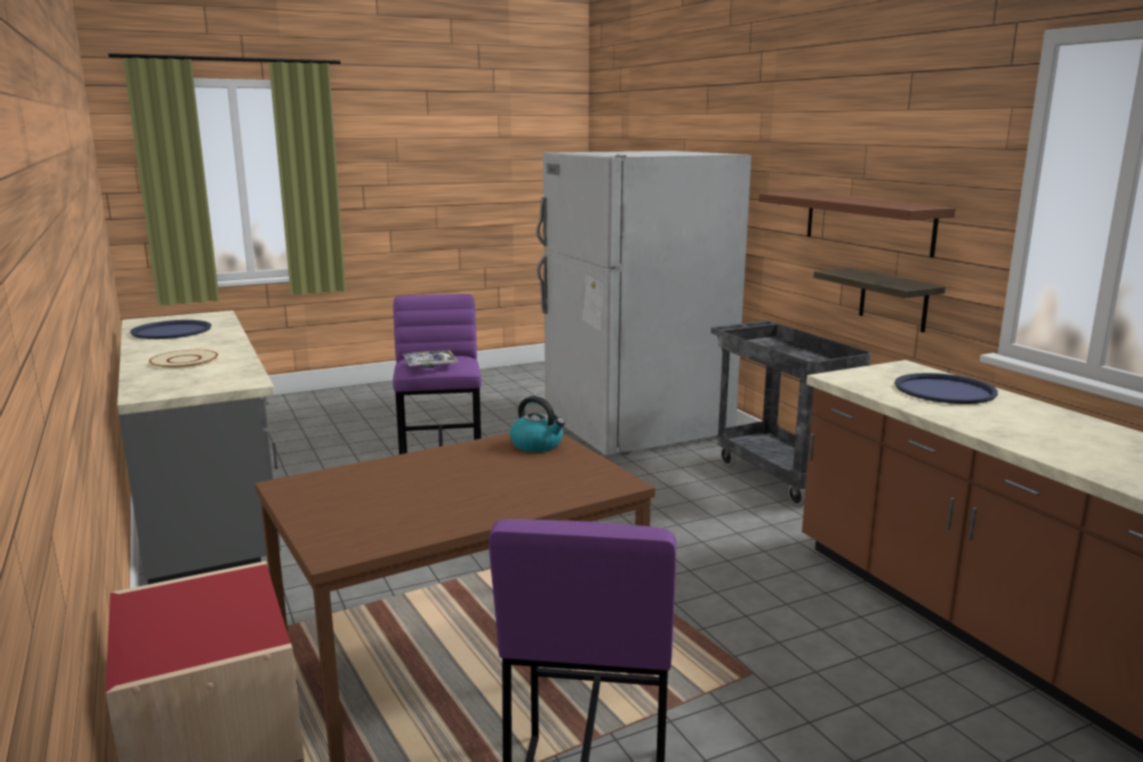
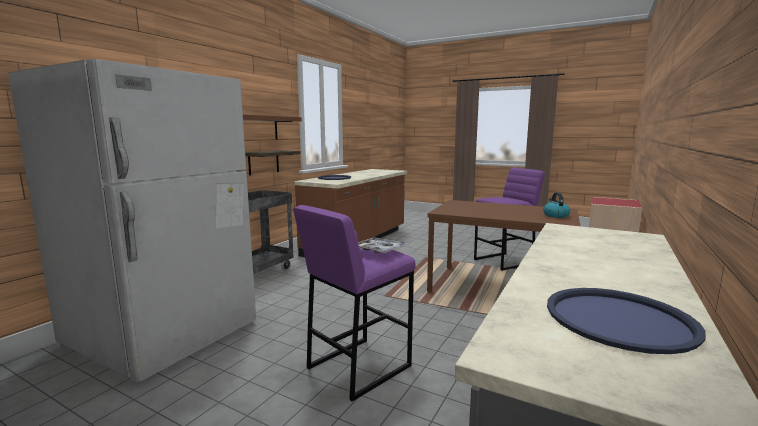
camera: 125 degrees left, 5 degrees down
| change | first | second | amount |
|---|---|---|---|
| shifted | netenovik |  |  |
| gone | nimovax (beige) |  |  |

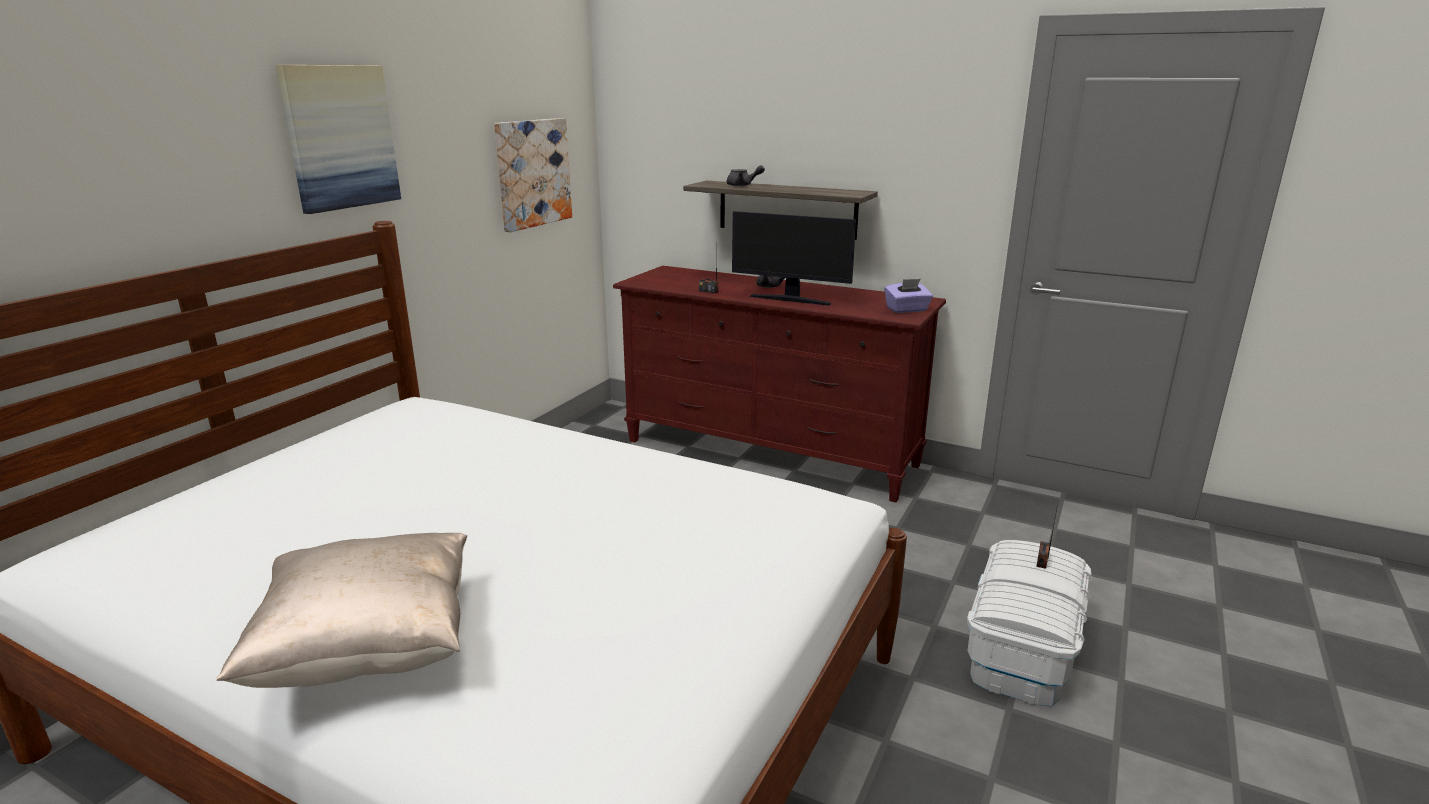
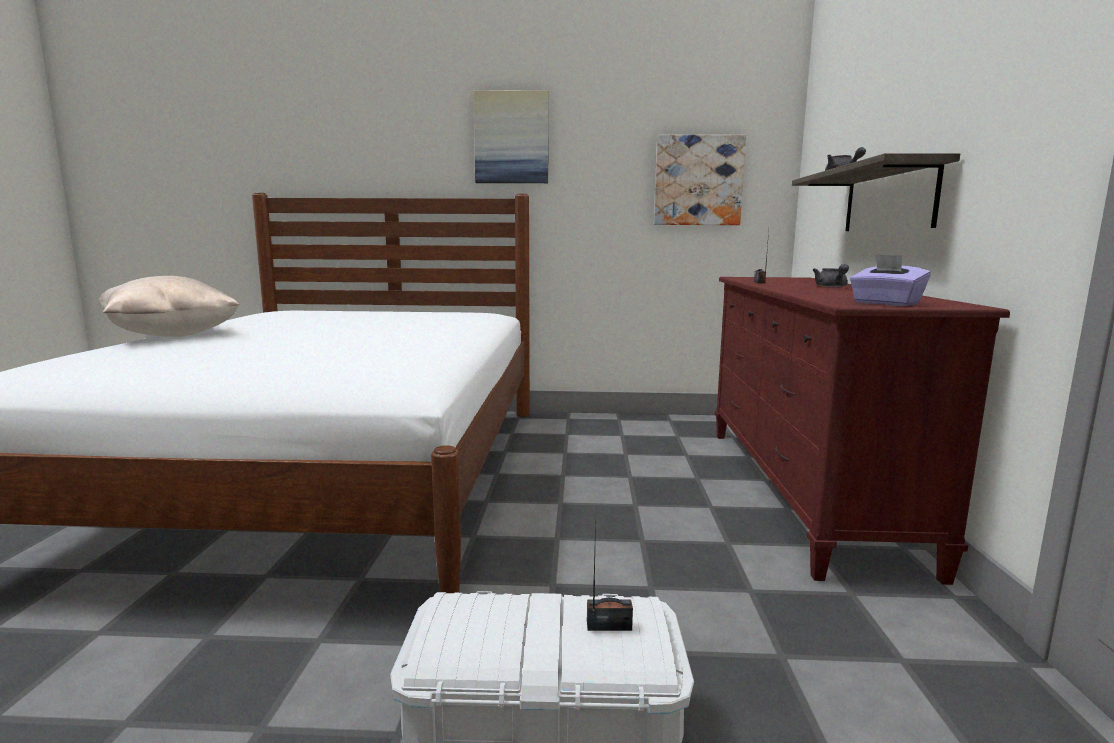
camera: 65 degrees right, 10 degrees down
| change | first | second | amount |
|---|---|---|---|
| gone | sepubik |  |  |

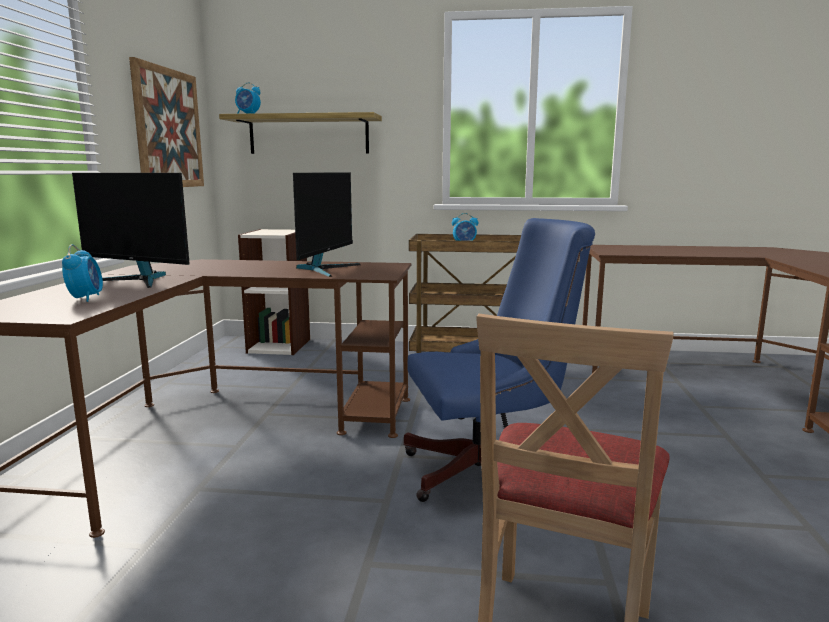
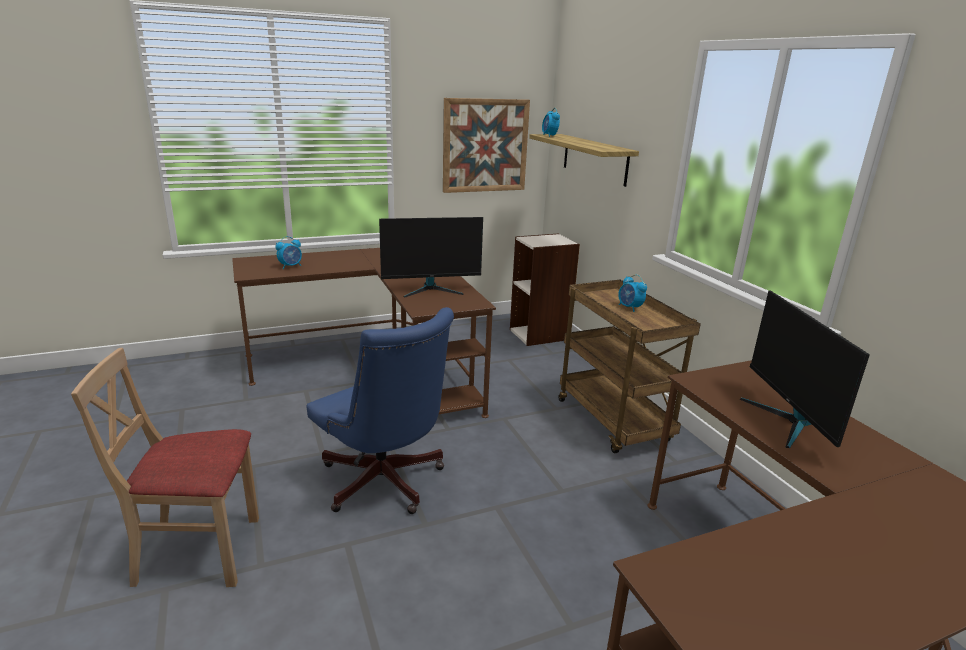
camera: 60 degrees right, 10 degrees up
| change | first | second | amount |
|---|---|---|---|
| shifted | sepubik (no. 1 from left in the first image) | sepubik (no. 2 from left) |  |

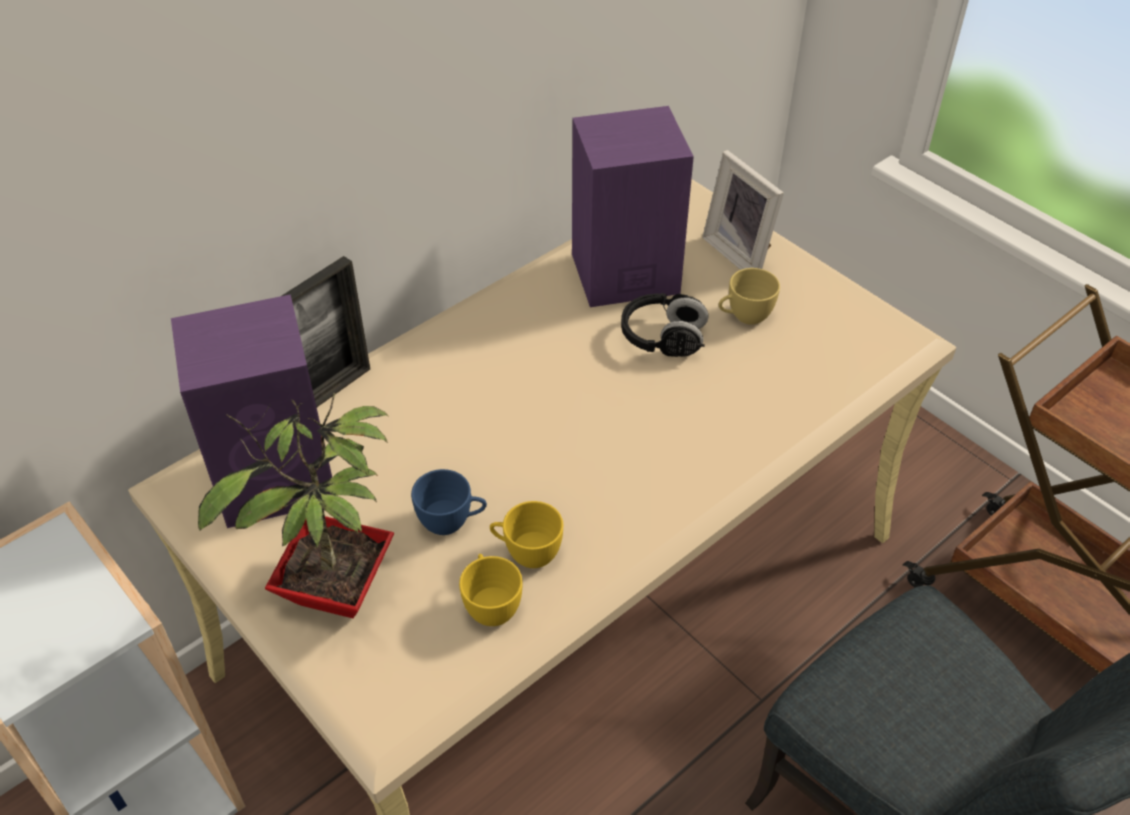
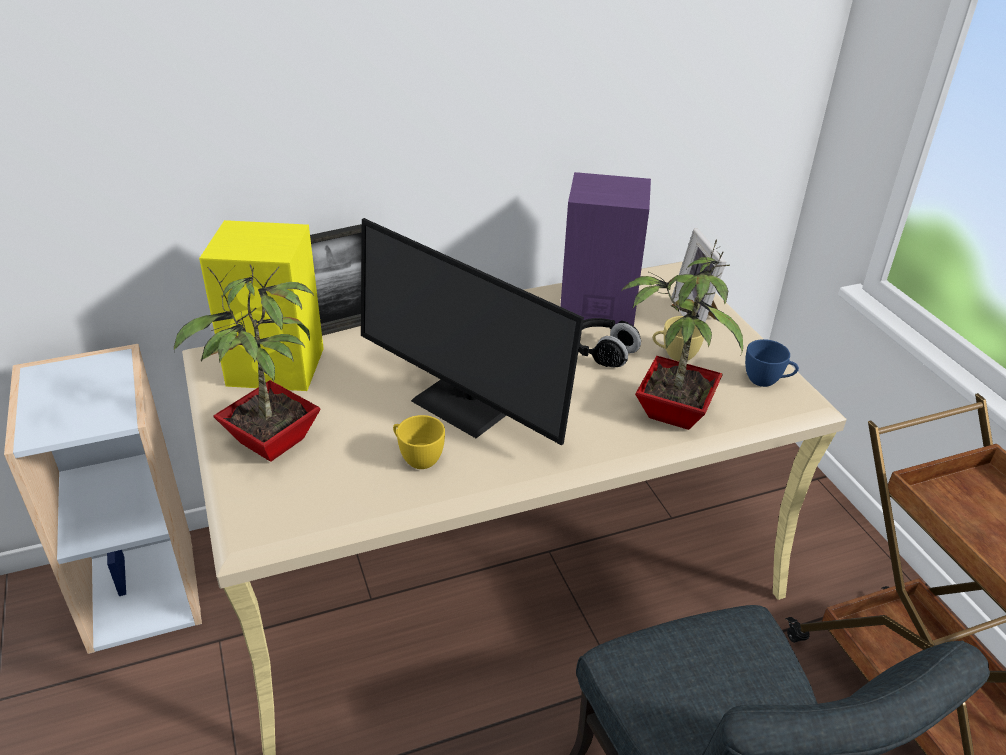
camera: 20 degrees right, 10 degrees down
| change | first | second | amount |
|---|---|---|---|
| repainted | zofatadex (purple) (no. 1 from left) | zofatadex (yellow) |  |
| new |  | sepubik |  |
| new |  | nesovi (no. 2 from left) |  |
| shifted | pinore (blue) |  |  |
| gone | pinore (yellow) (no. 1 from left) |  |  |

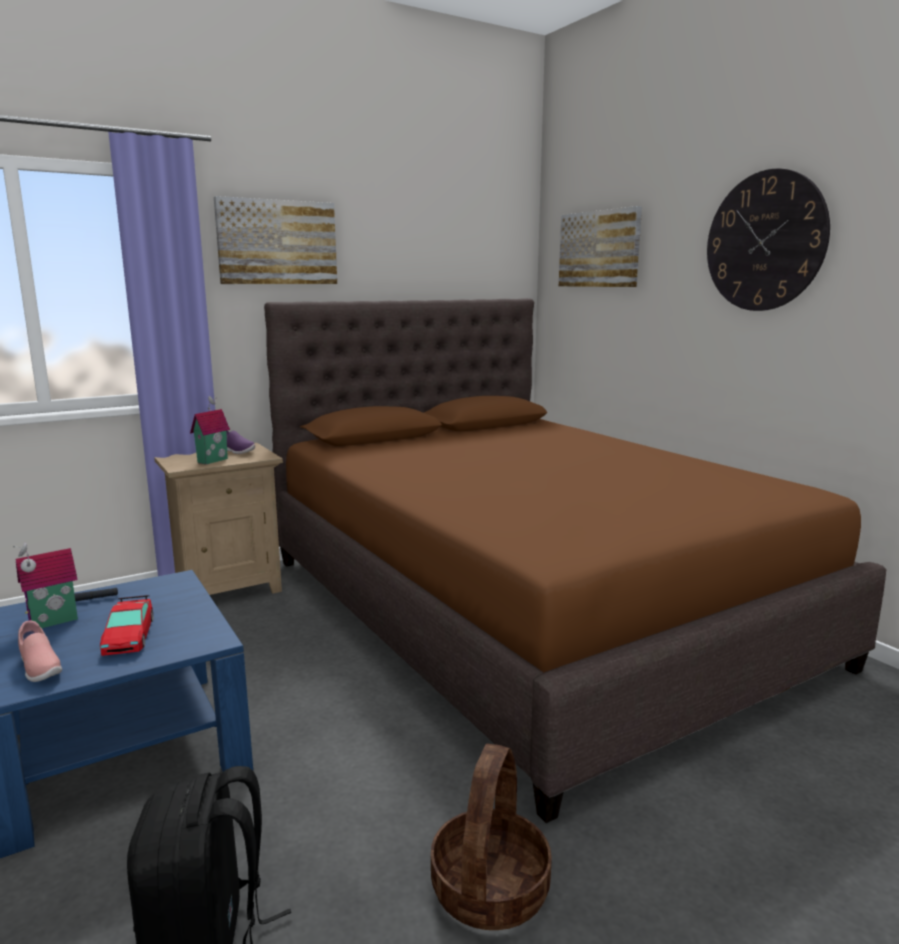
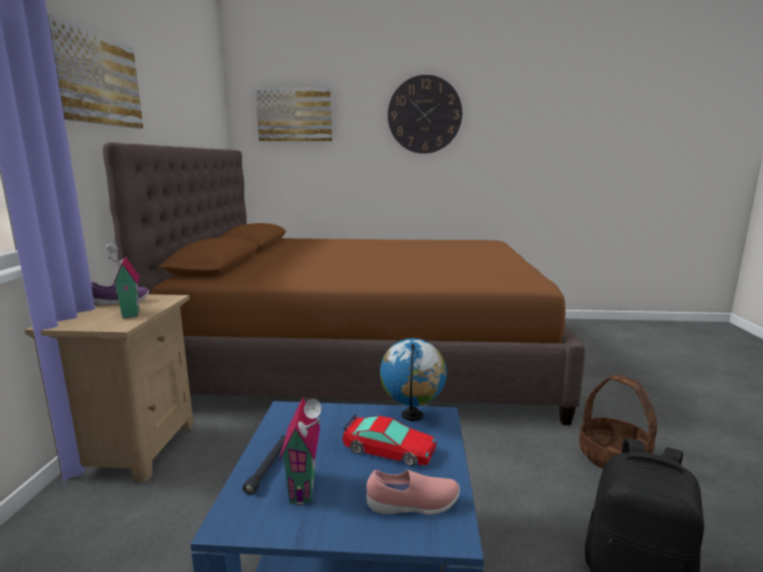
camera: 55 degrees left, 0 degrees up
| change | first | second | amount |
|---|---|---|---|
| new |  | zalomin |  |

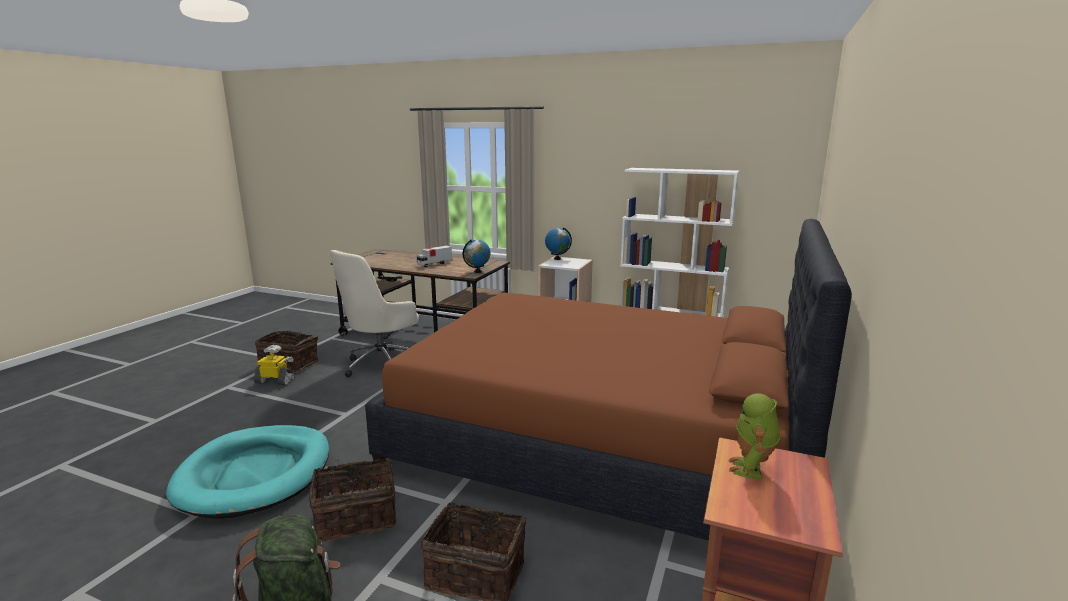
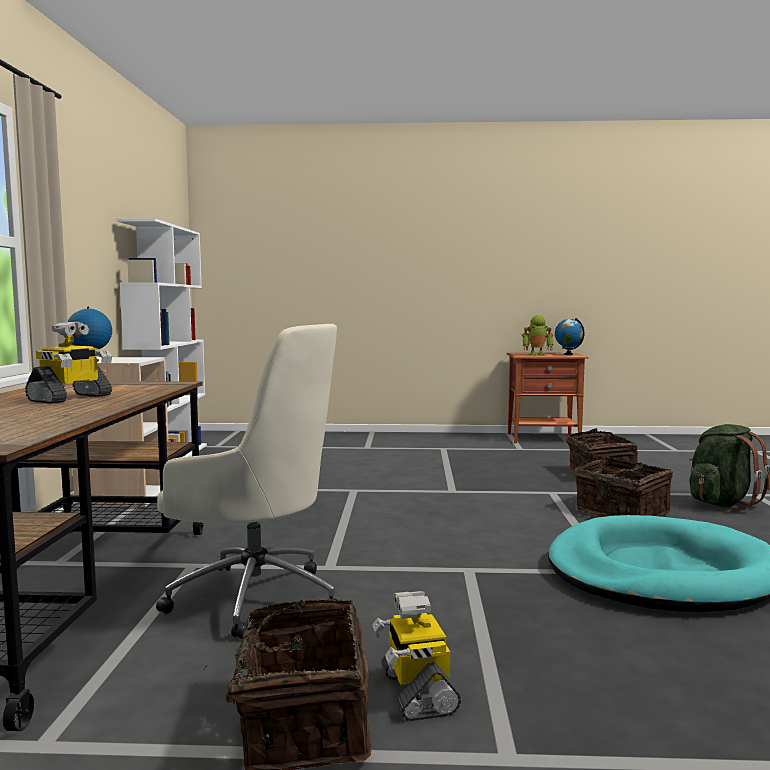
camera: 110 degrees left, 10 degrees down
| change | first | second | amount |
|---|---|---|---|
| swapped | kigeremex | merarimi (no. 1 from left) |  |
| shifted | zalomin (no. 1 from left in the first image) | zalomin (no. 2 from left) |  |
| gone | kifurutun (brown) |  |  |

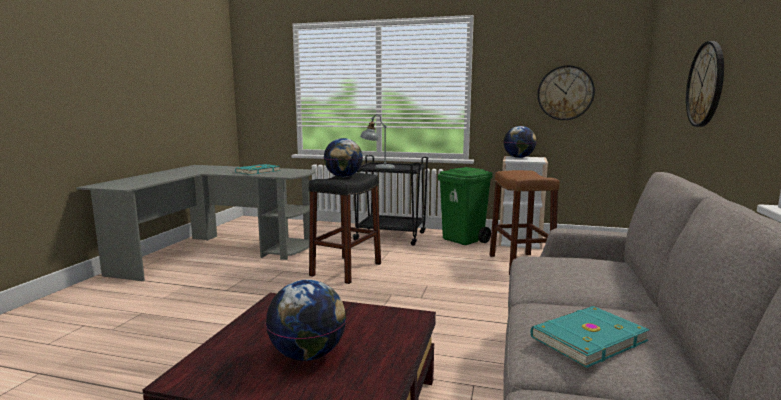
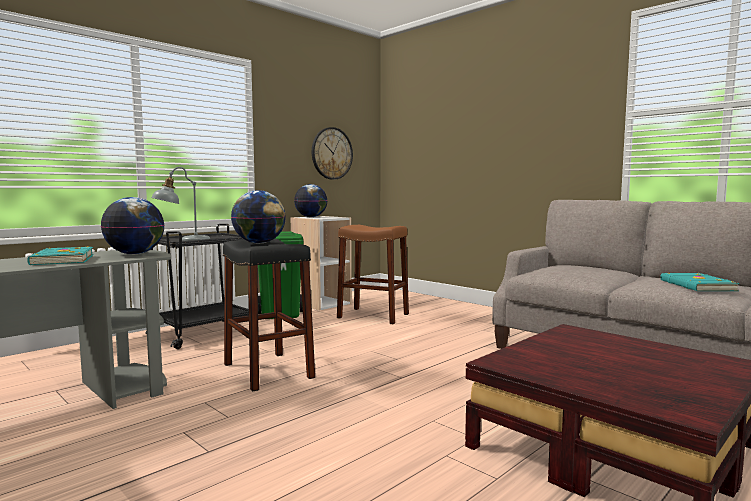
camera: 60 degrees left, 5 degrees down
| change | first | second | amount |
|---|---|---|---|
| shifted | zalomin (no. 1 from left) |  |  |
| gone | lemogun (no. 2 from left) |  |  |

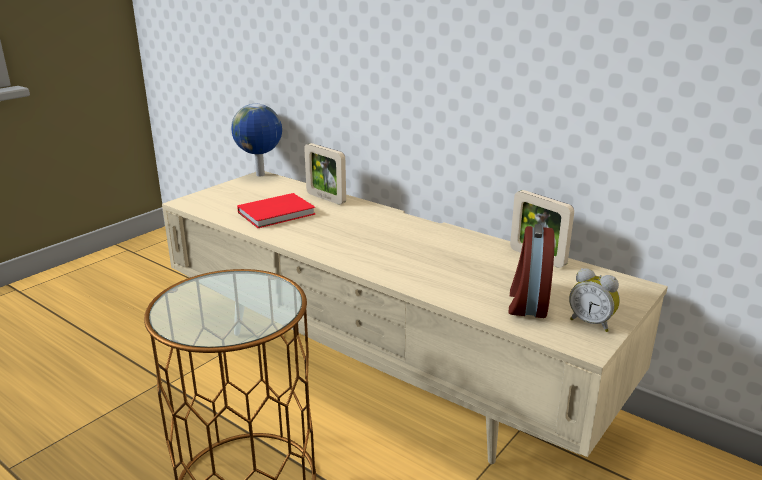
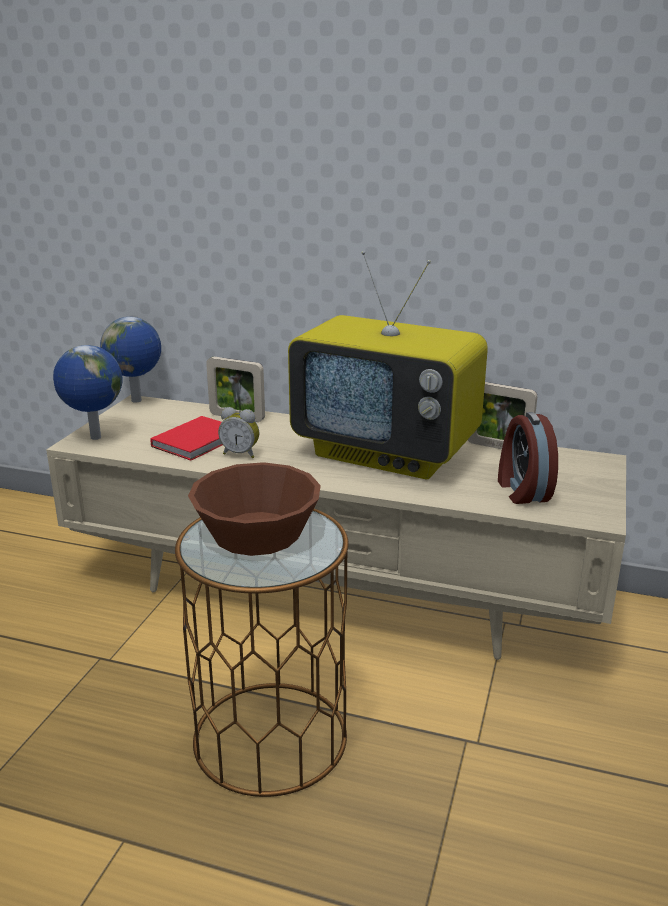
camera: 20 degrees left, 0 degrees up
| change | first | second | amount |
|---|---|---|---|
| new |  | zalomin (no. 1 from left) |  |
| new |  | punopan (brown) |  |
| shifted | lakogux (no. 2 from left in the first image) | lakogux (no. 1 from left) |  |
| new |  | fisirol |  |

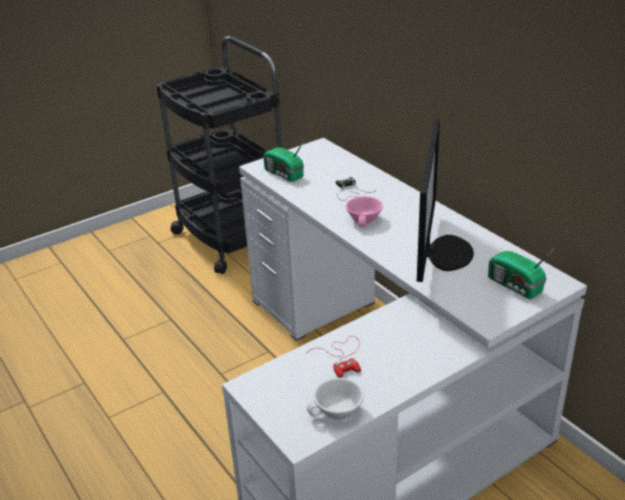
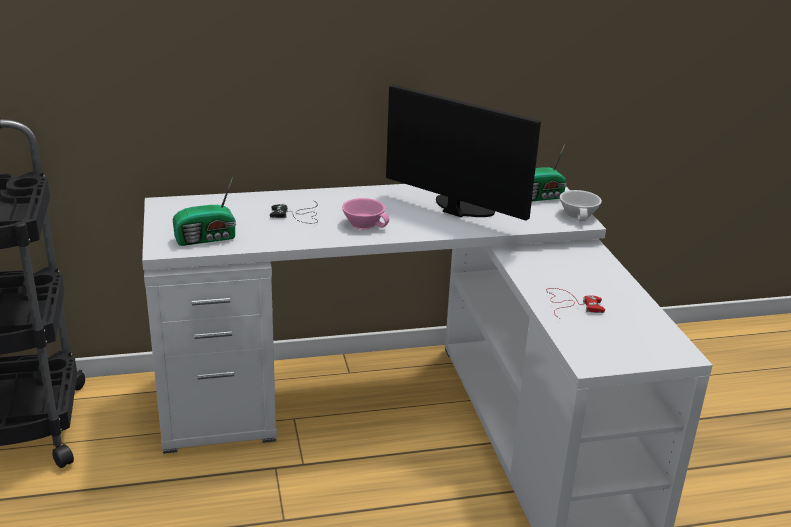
camera: 70 degrees left, 5 degrees down
| change | first | second | amount |
|---|---|---|---|
| shifted | pinore (white) |  |  |

